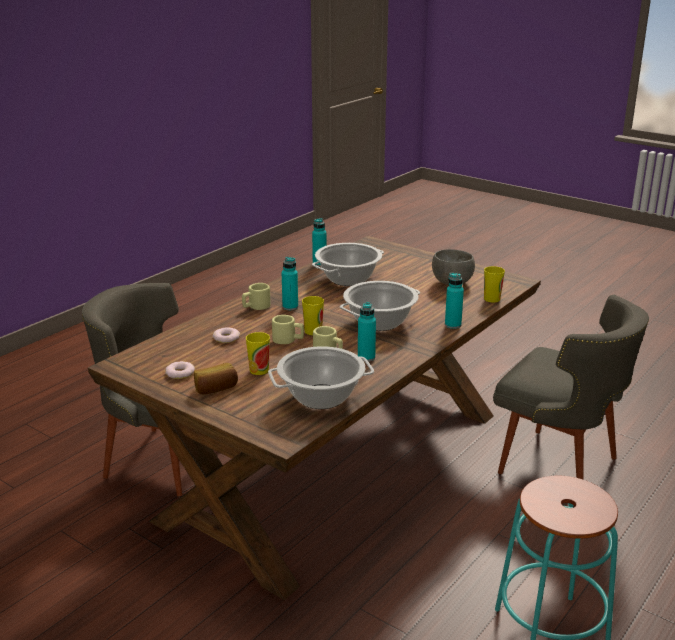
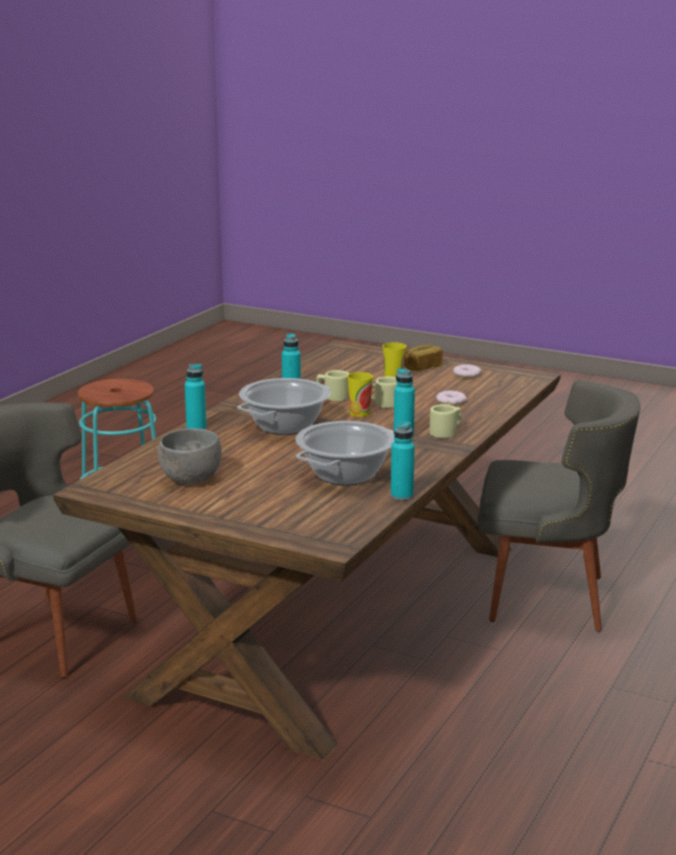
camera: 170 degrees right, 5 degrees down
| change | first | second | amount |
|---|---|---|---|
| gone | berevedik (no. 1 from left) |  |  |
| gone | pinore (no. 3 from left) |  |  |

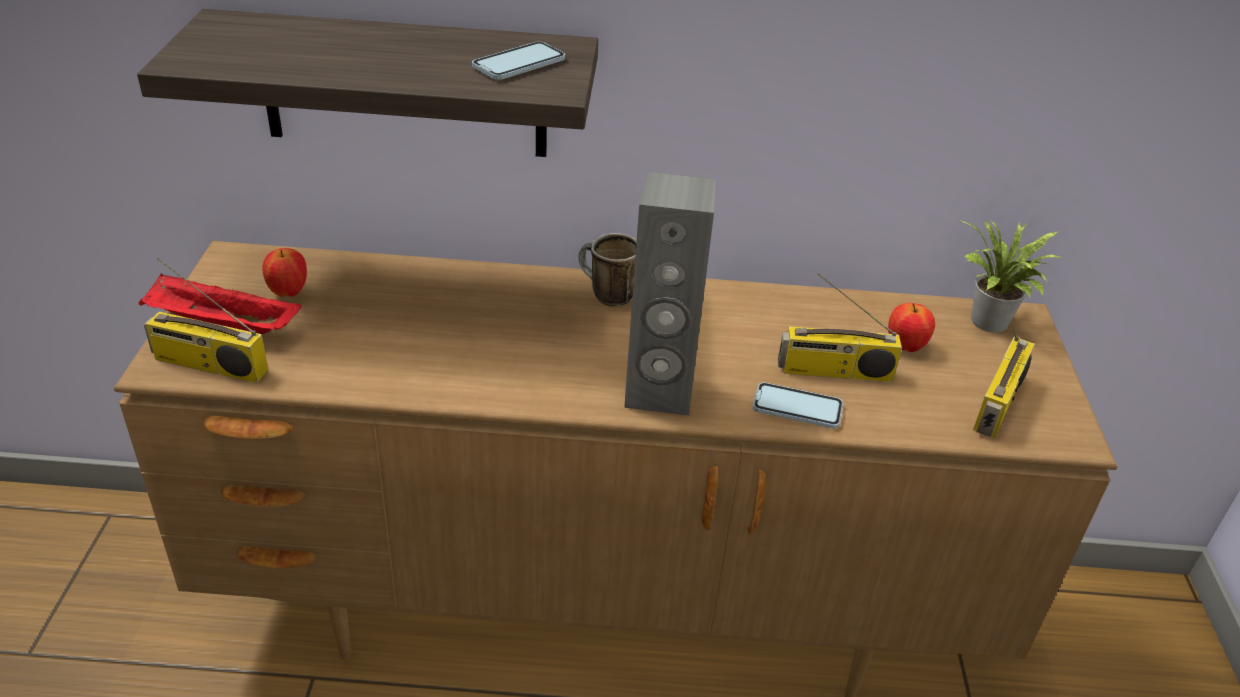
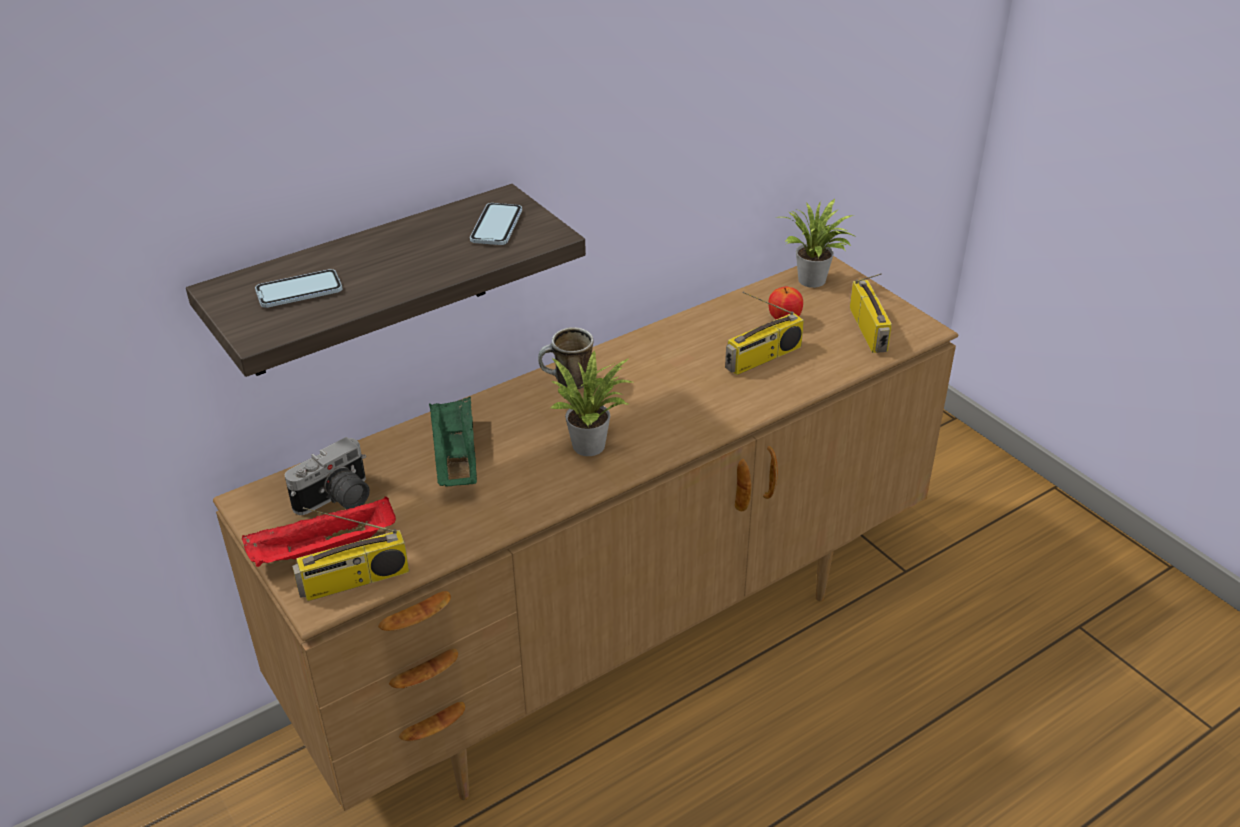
camera: 35 degrees left, 0 degrees up
| change | first | second | amount |
|---|---|---|---|
| shifted | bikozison (no. 2 from left in the first image) | bikozison (no. 1 from left) |  |
| swapped | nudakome (no. 1 from left) | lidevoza |  |
| new |  | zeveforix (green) |  |
| new |  | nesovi (no. 1 from left) |  |
| gone | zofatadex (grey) |  |  |

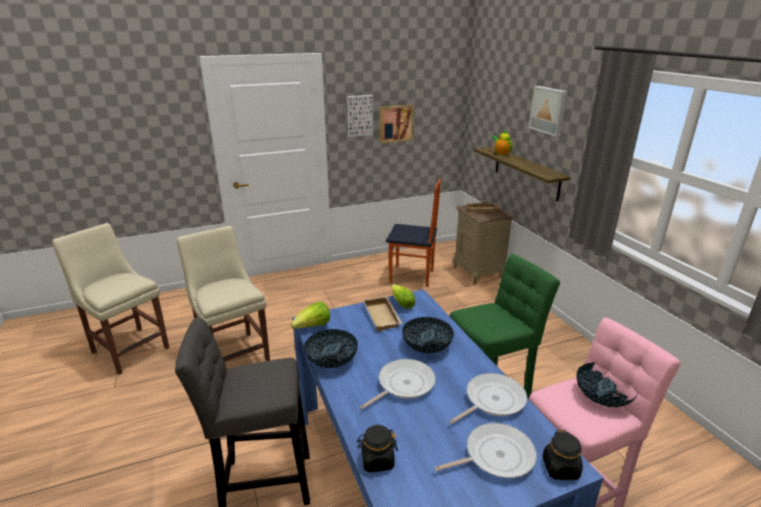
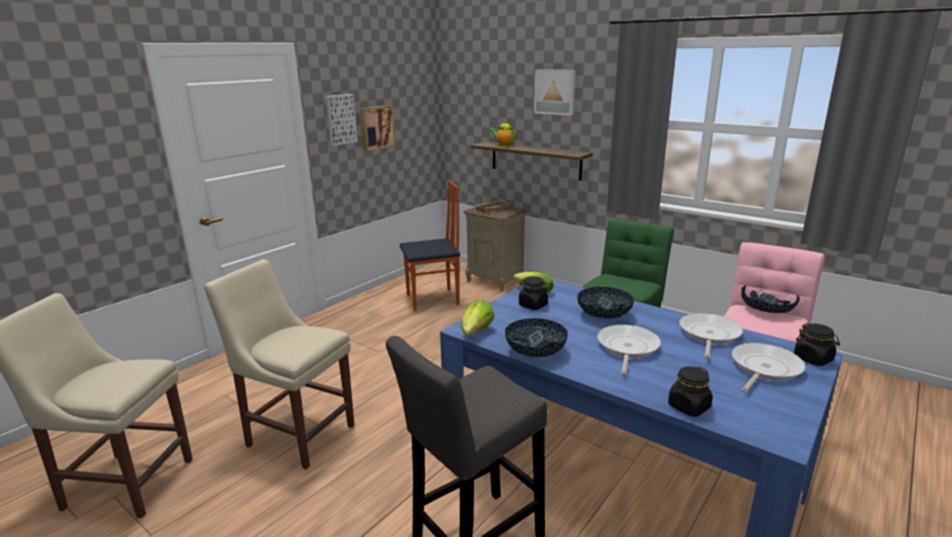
camera: 30 degrees left, 5 degrees down
| change | first | second | amount |
|---|---|---|---|
| swapped | zeveforix (beige) (no. 1 from left) | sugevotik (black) (no. 1 from left) |  |

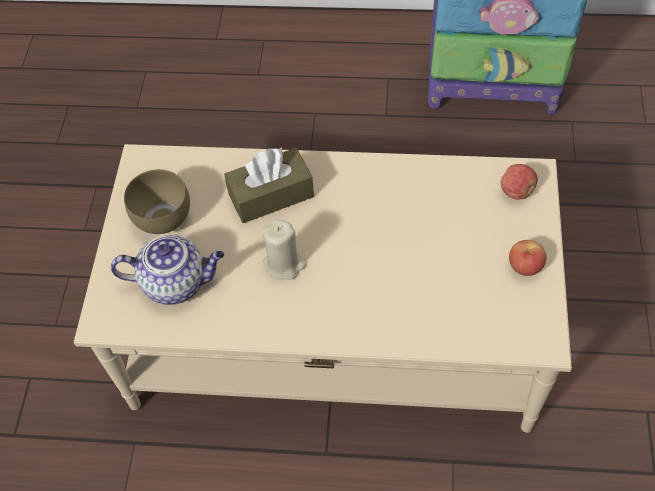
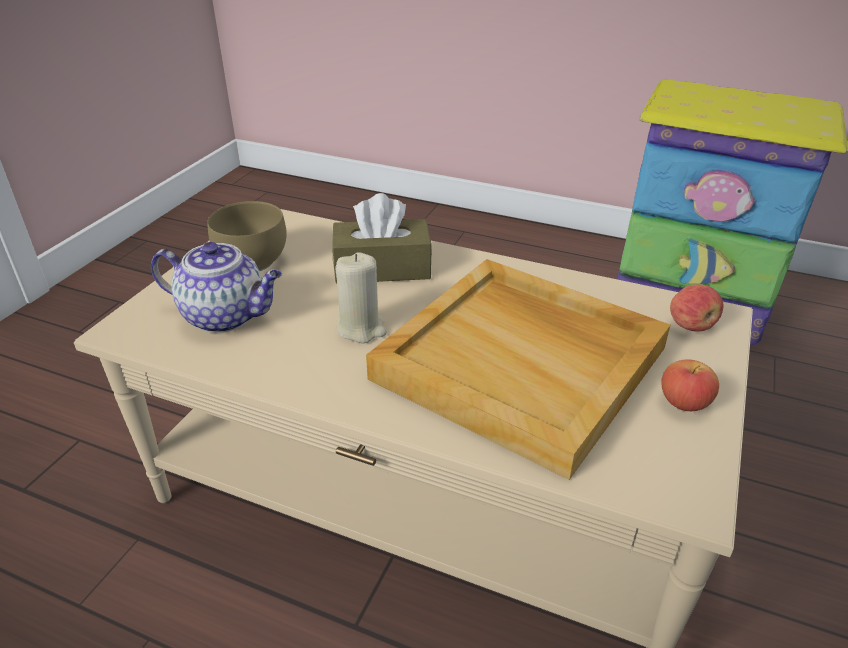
camera: 15 degrees right, 20 degrees down
| change | first | second | amount |
|---|---|---|---|
| new |  | zeveforix (beige) |  |

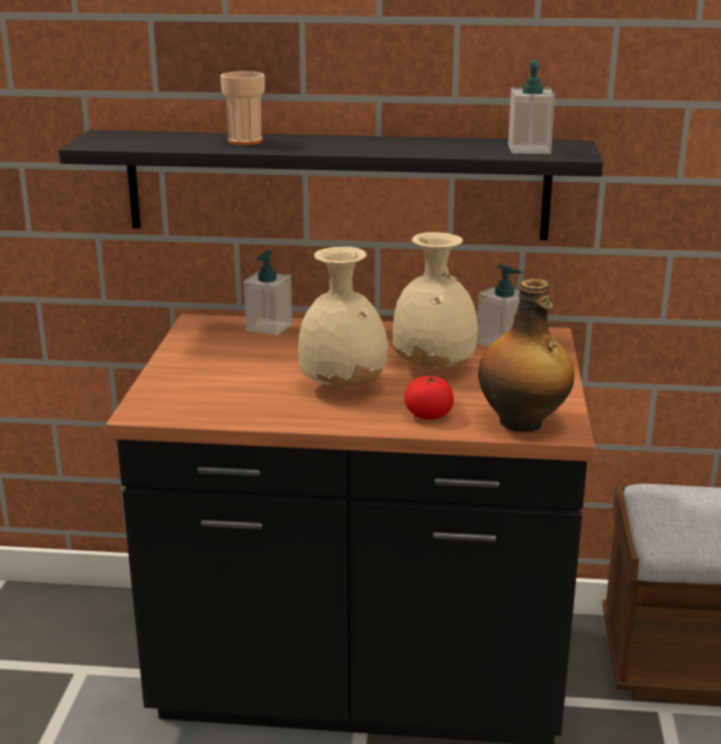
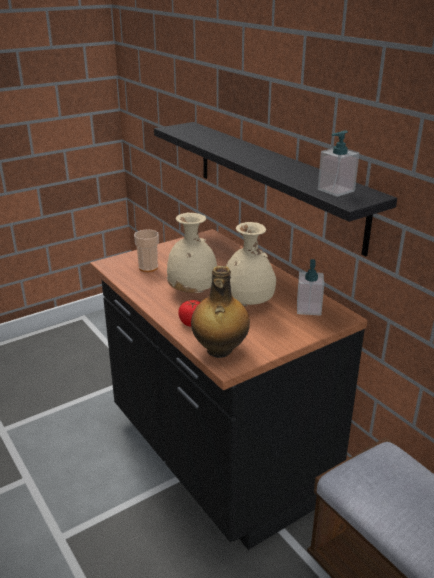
camera: 50 degrees right, 5 degrees up
| change | first | second | amount |
|---|---|---|---|
| shifted | pinore |  |  |
| gone | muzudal (no. 1 from left) |  |  |

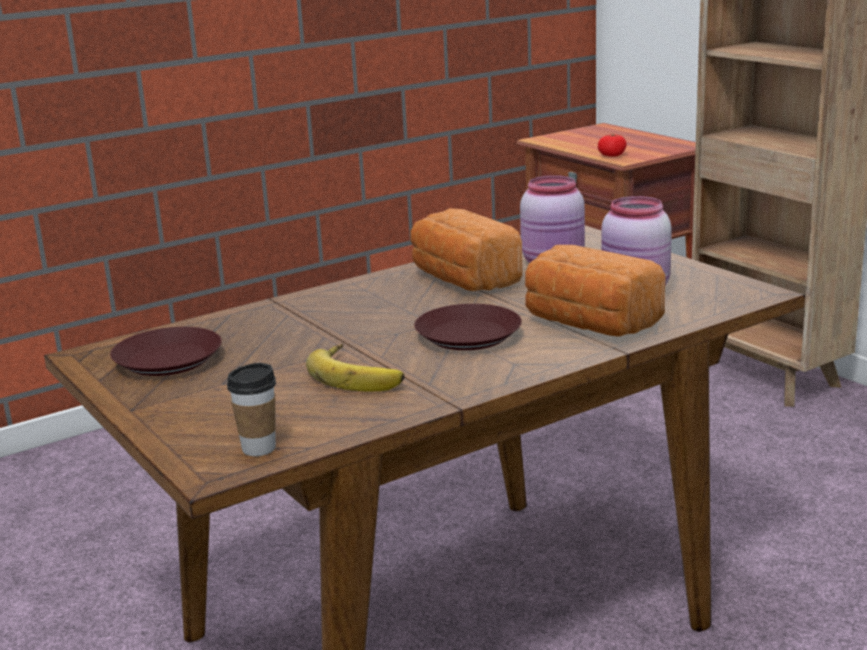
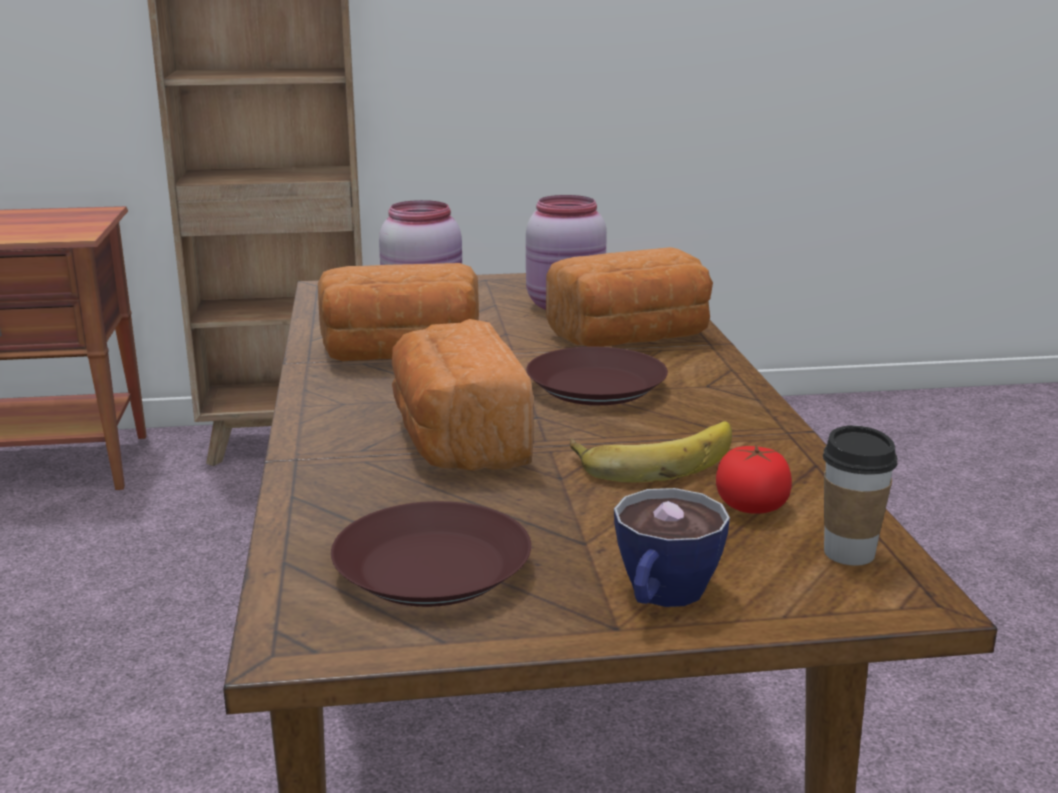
camera: 65 degrees left, 0 degrees up
| change | first | second | amount |
|---|---|---|---|
| new |  | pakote (no. 2 from left) |  |
| new |  | pinore (no. 1 from left) |  |
| shifted | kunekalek |  |  |

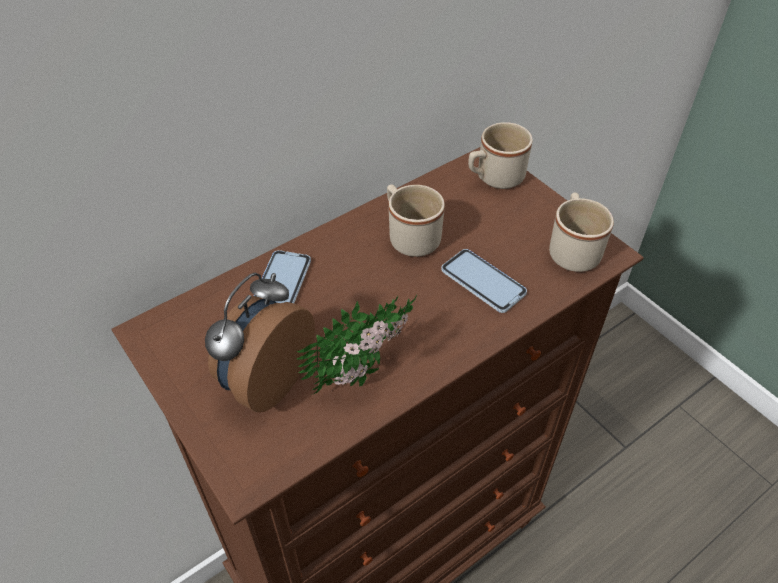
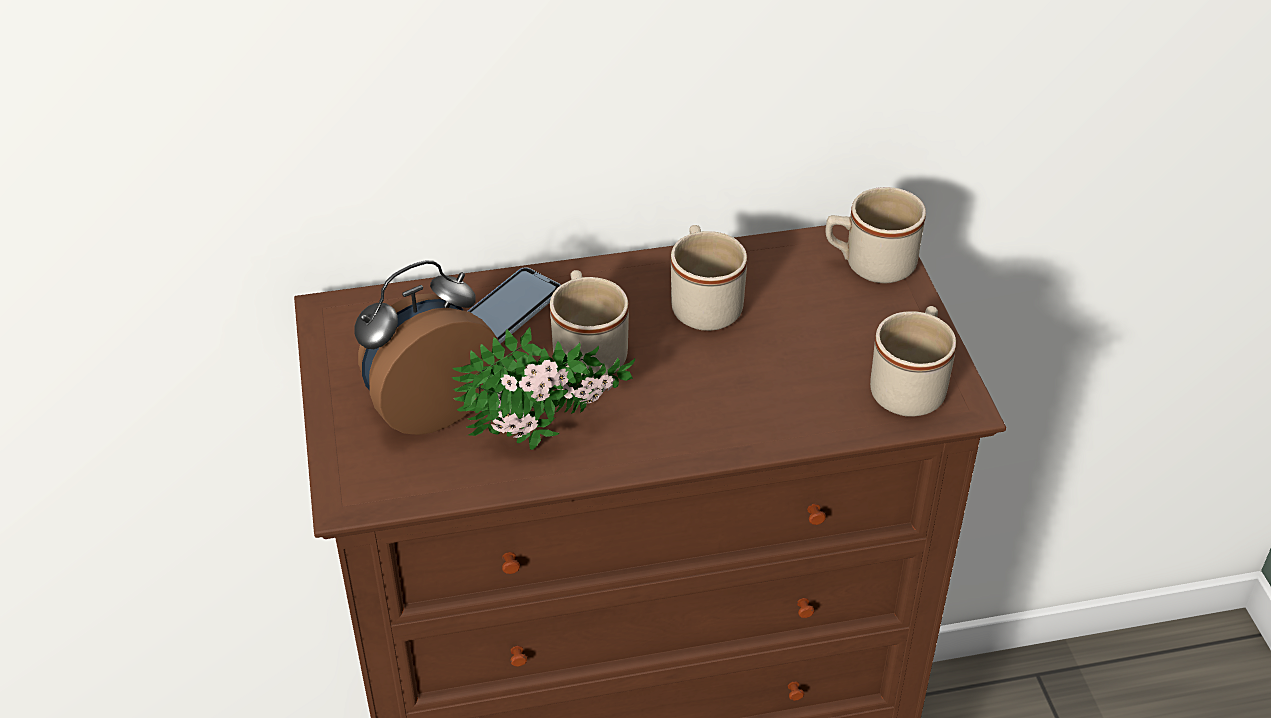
camera: 25 degrees right, 5 degrees down
| change | first | second | amount |
|---|---|---|---|
| new |  | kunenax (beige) (no. 1 from left) |  |
| gone | bikozison (no. 2 from left) |  |  |

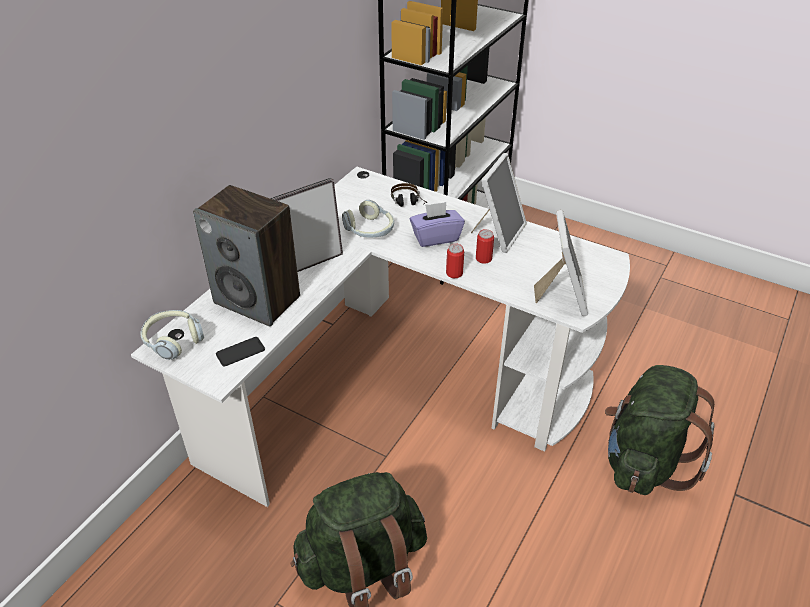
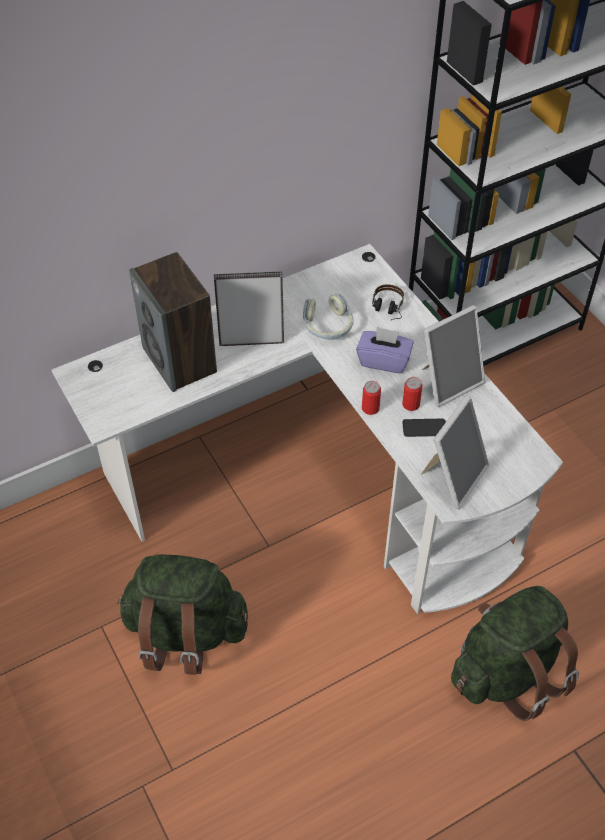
camera: 30 degrees right, 10 degrees up
| change | first | second | amount |
|---|---|---|---|
| shifted | bikozison |  |  |
| gone | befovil (no. 1 from left) |  |  |

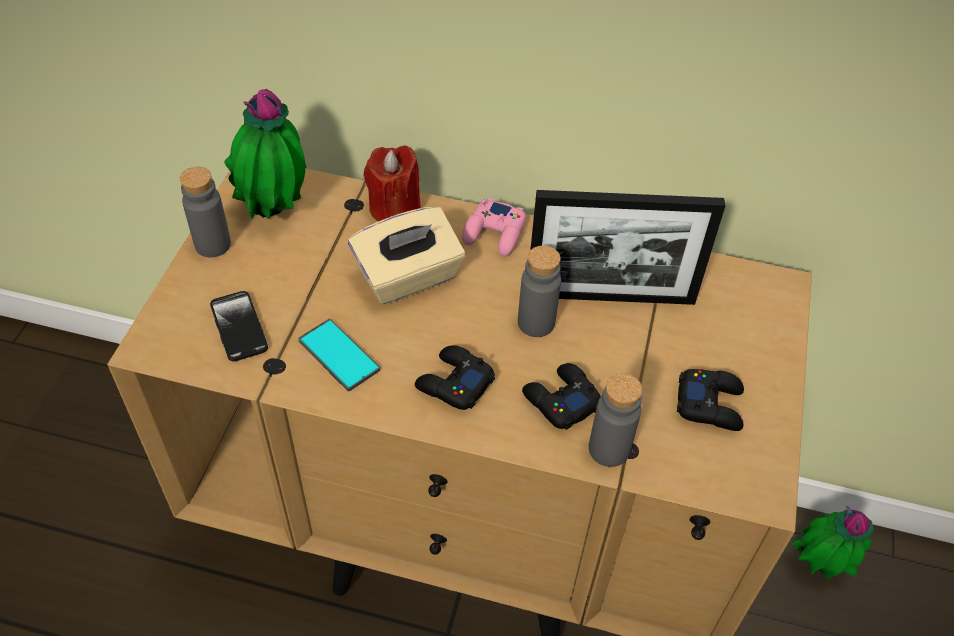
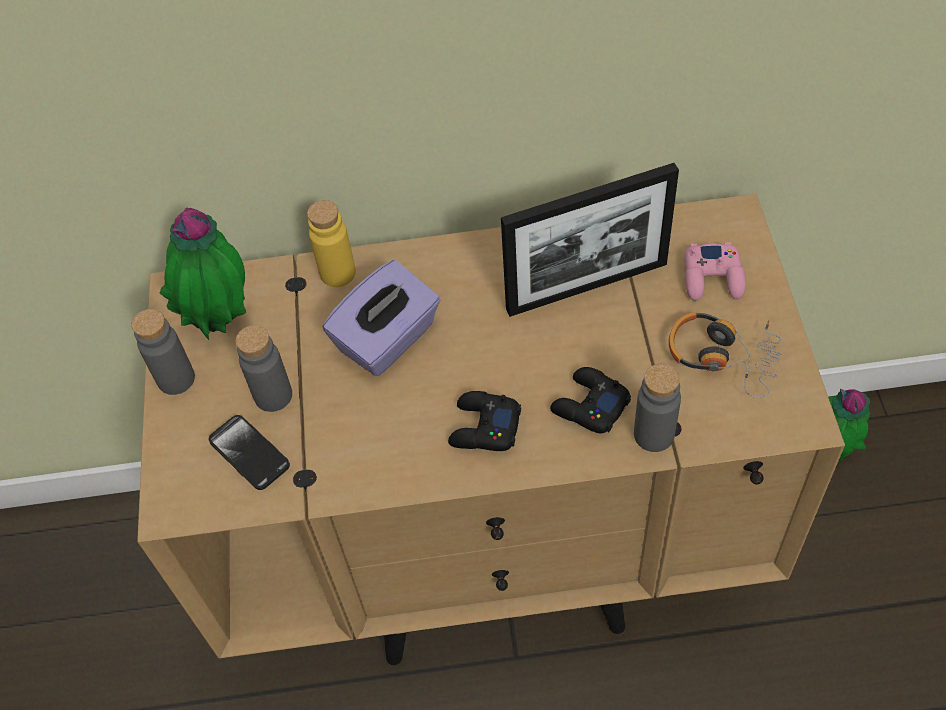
camera: 15 degrees left, 5 degrees up
| change | first | second | amount |
|---|---|---|---|
| shifted | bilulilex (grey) (no. 2 from left) |  |  |
| swapped | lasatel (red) | bilulilex (yellow) |  |
| repainted | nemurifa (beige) | nemurifa (purple) |  |
| swapped | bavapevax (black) (no. 3 from left) | befovil |  |
| shifted | bavapevax (pink) |  |  |
| gone | bikozison (no. 2 from left) |  |  |

